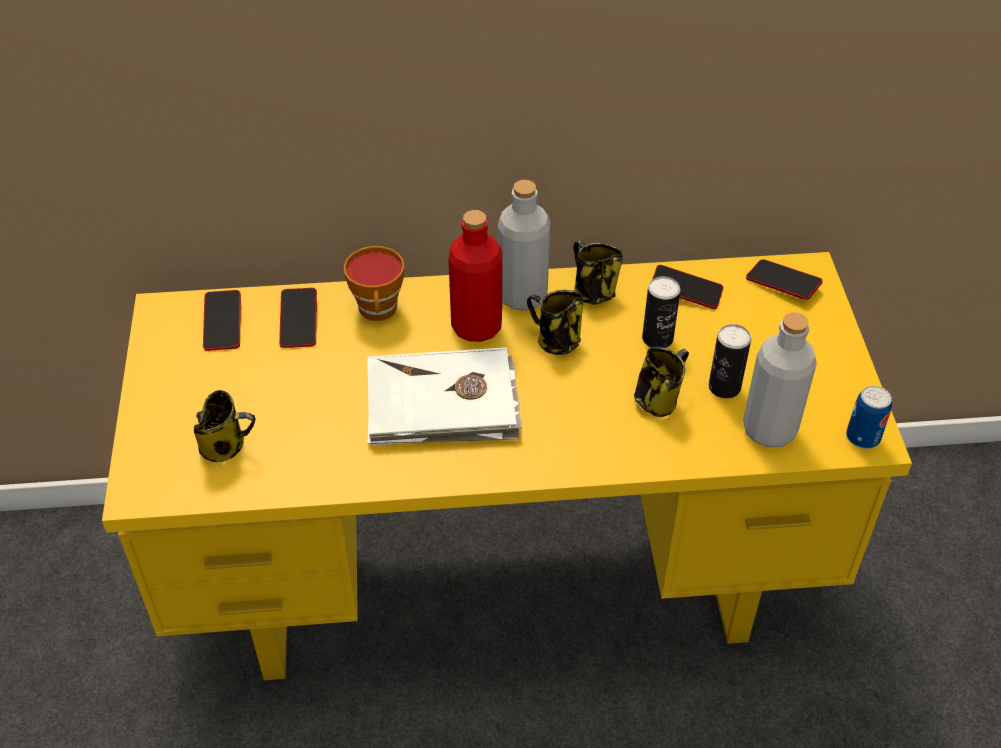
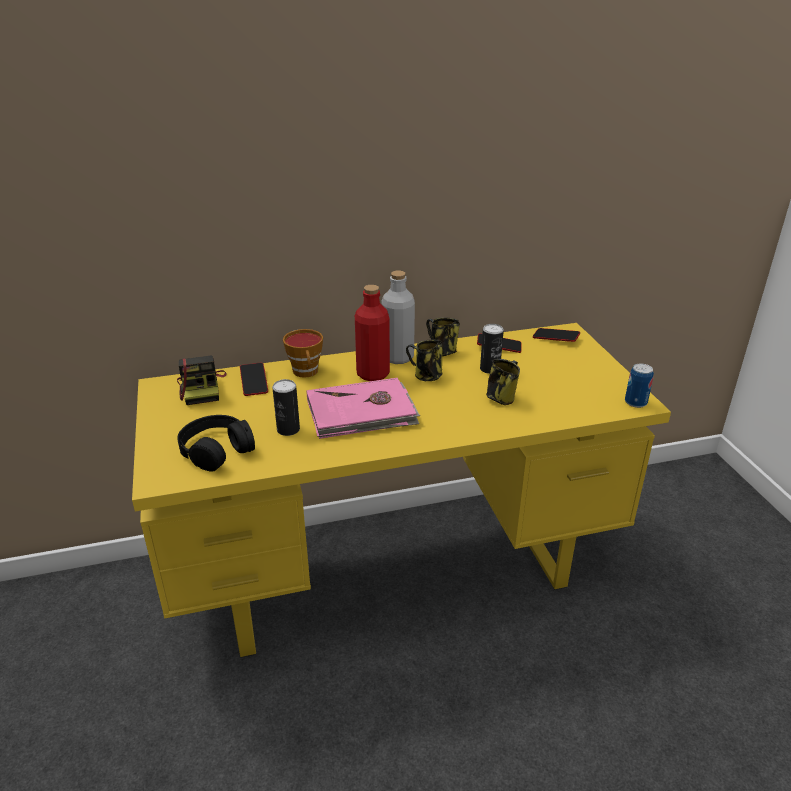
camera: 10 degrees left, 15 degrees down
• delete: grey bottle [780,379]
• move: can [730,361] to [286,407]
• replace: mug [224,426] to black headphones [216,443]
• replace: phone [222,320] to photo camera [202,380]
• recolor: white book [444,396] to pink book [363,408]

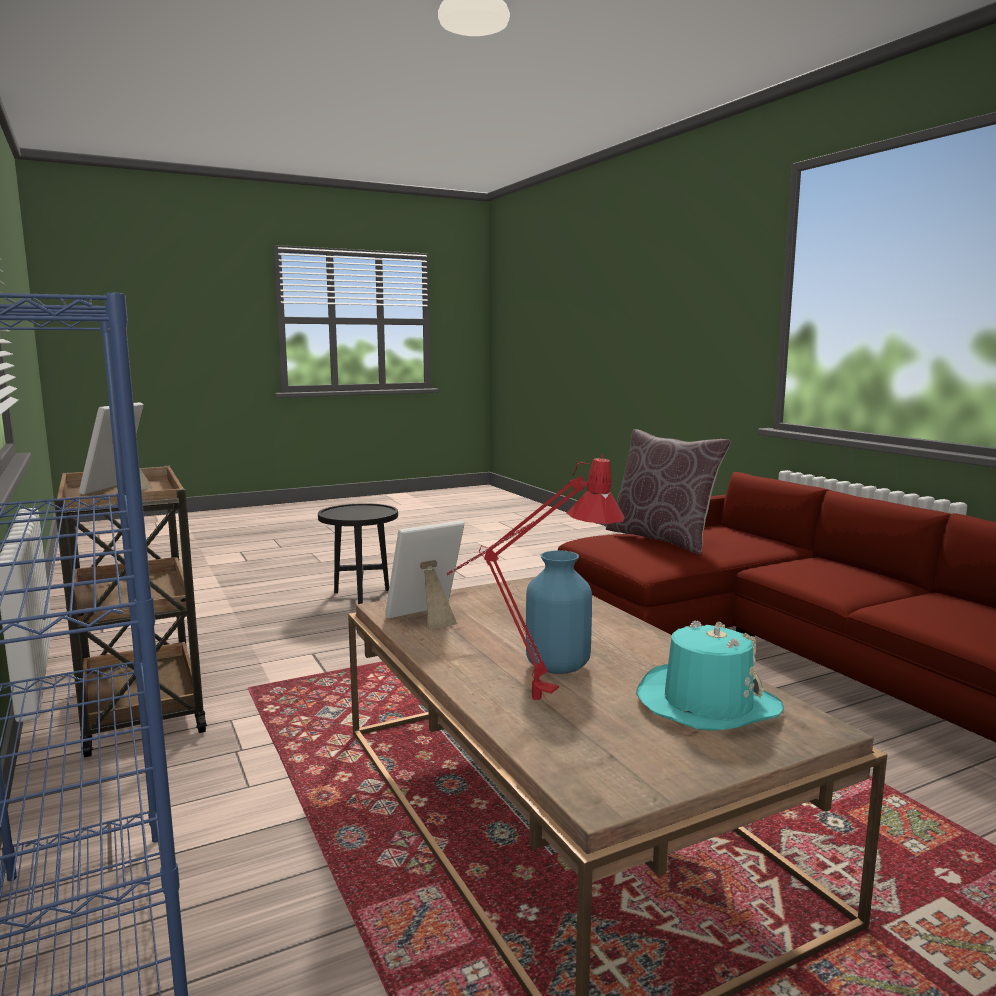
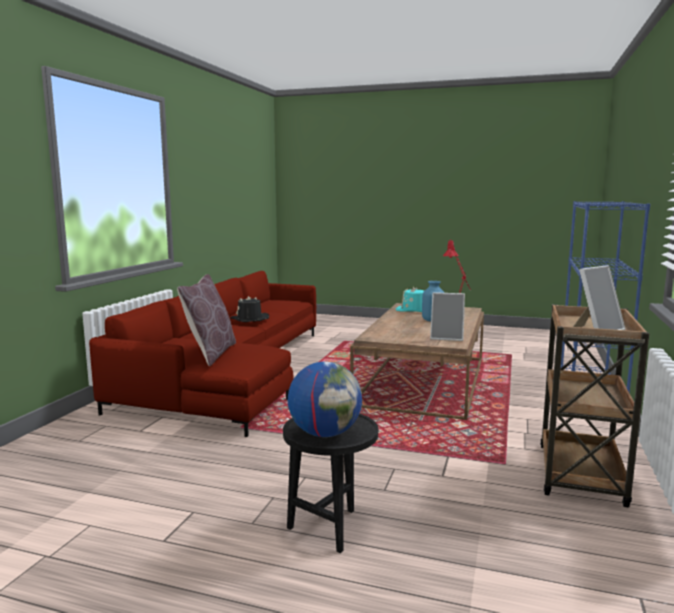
camera: 135 degrees left, 0 degrees up
• insert: black hat [249,309]
• insert: globe [325,399]

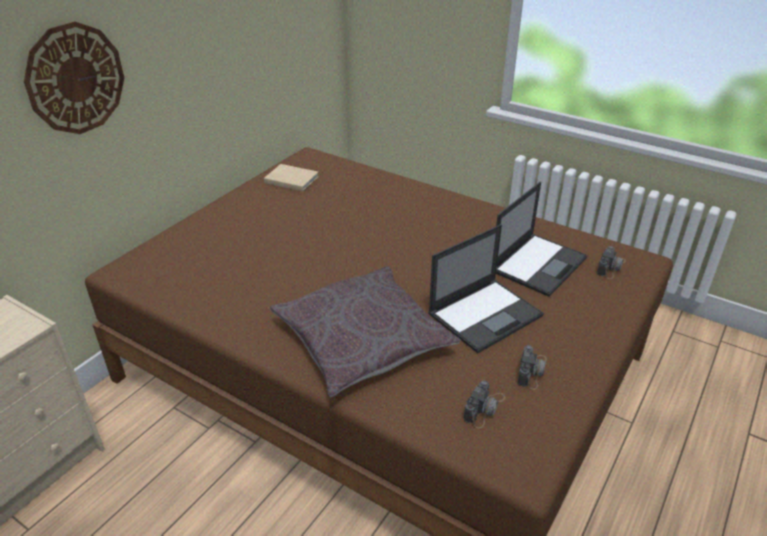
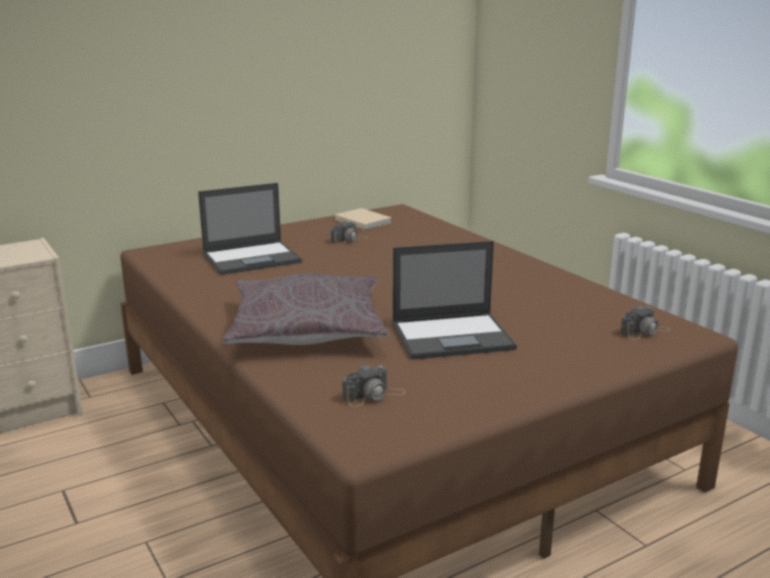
camera: 25 degrees right, 15 degrees down
• delete: wall clock [74,77]
• move: laptop [541,239] to [250,229]
• move: photo camera [532,367] to [349,233]

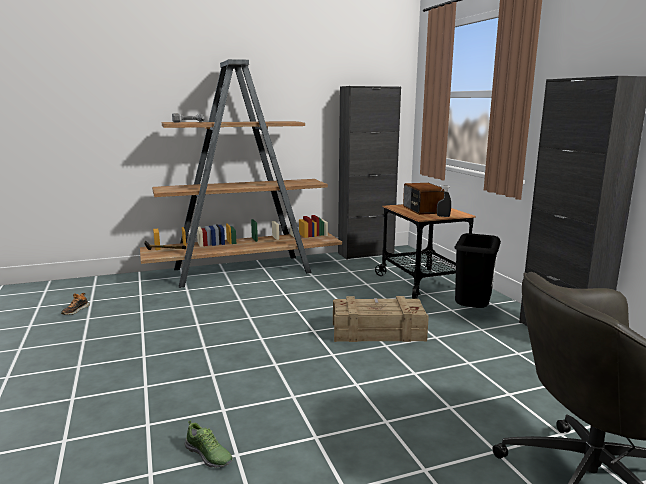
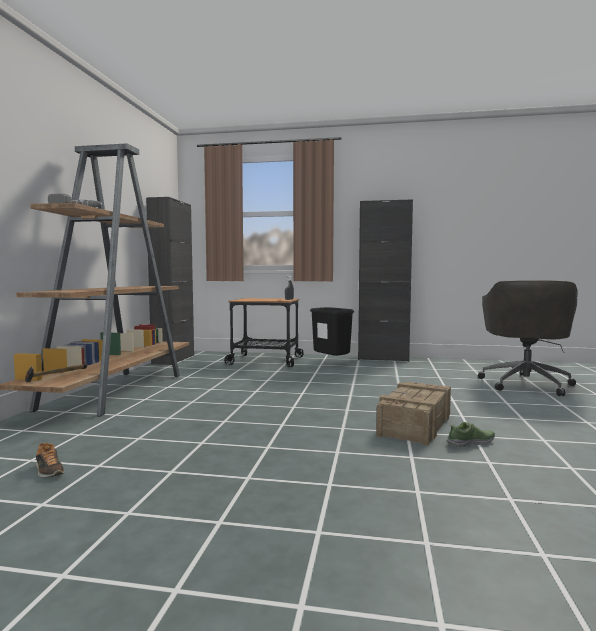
camera: 60 degrees left, 10 degrees down
• delete: radio [424,199]
• move: crate [381,319] to [413,414]

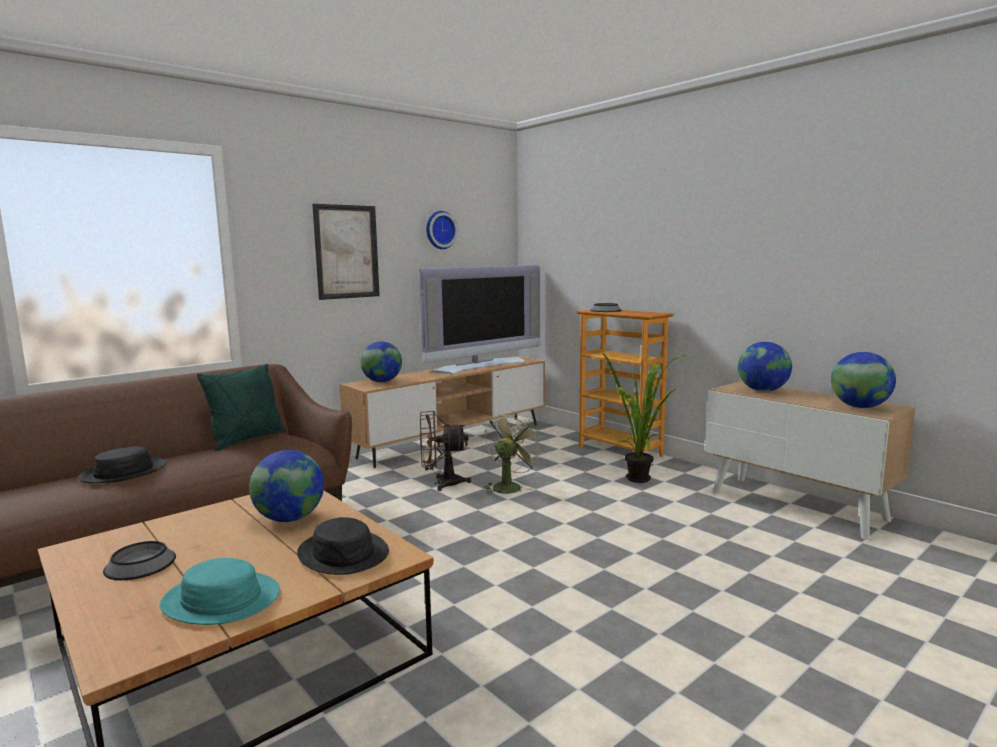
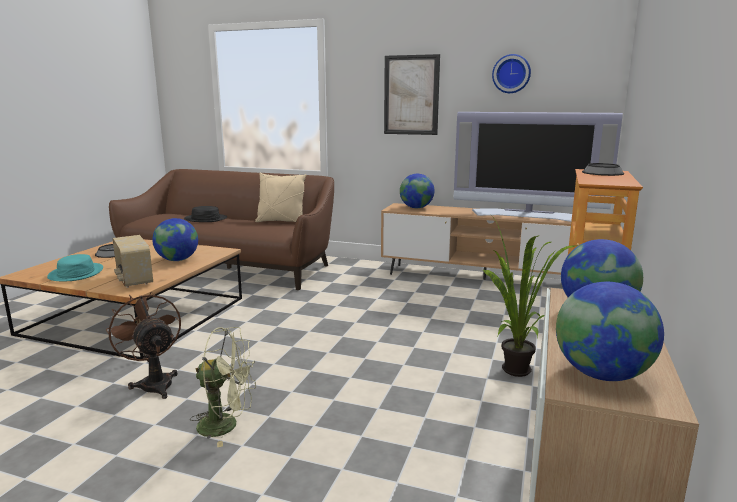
camera: 60 degrees right, 5 degrees up
• move: brown fan [445,451] to [143,345]
• move: green fan [513,453] to [223,387]
• replace: black hat [343,546] to radio [132,261]
• recolor: green pillow [241,407] to beige pillow [280,197]

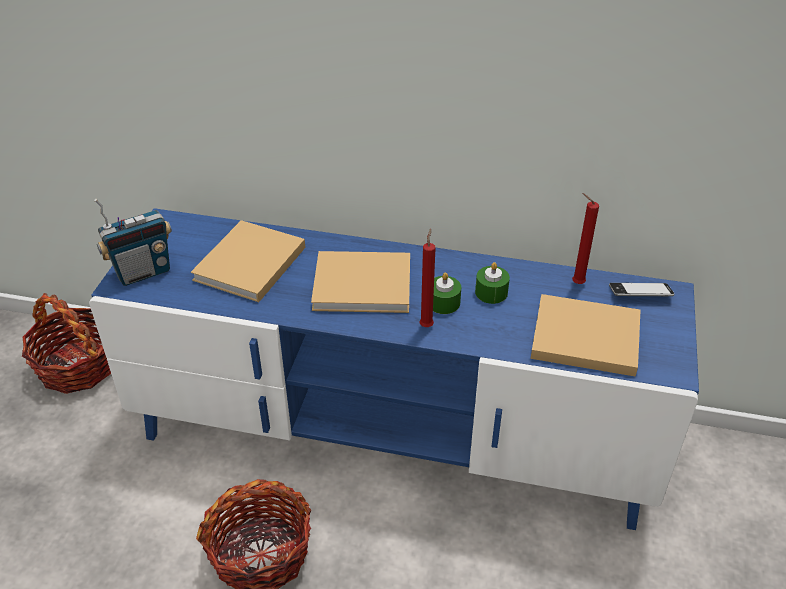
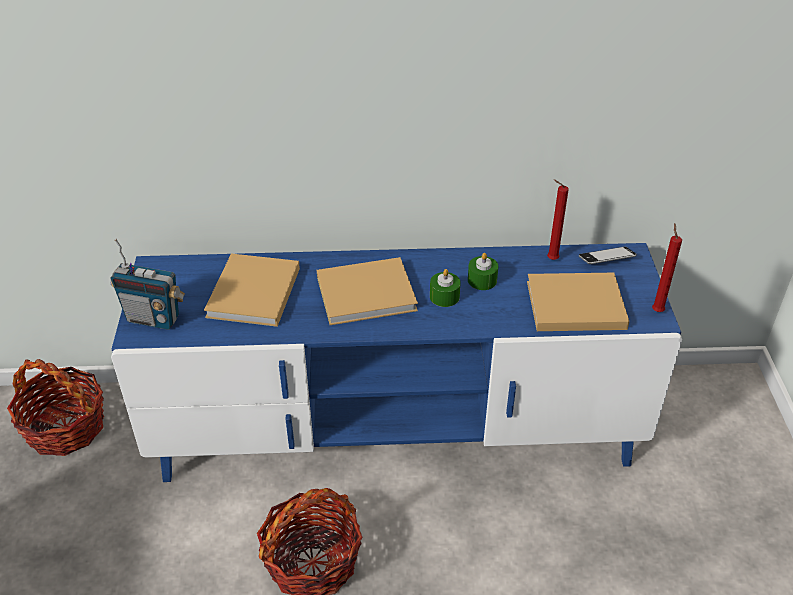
camera: 15 degrees left, 0 degrees up
• move: red candle [427,278] to [667,267]
• rotate: radio [133,242] = [147,284] 60 degrees clockwise

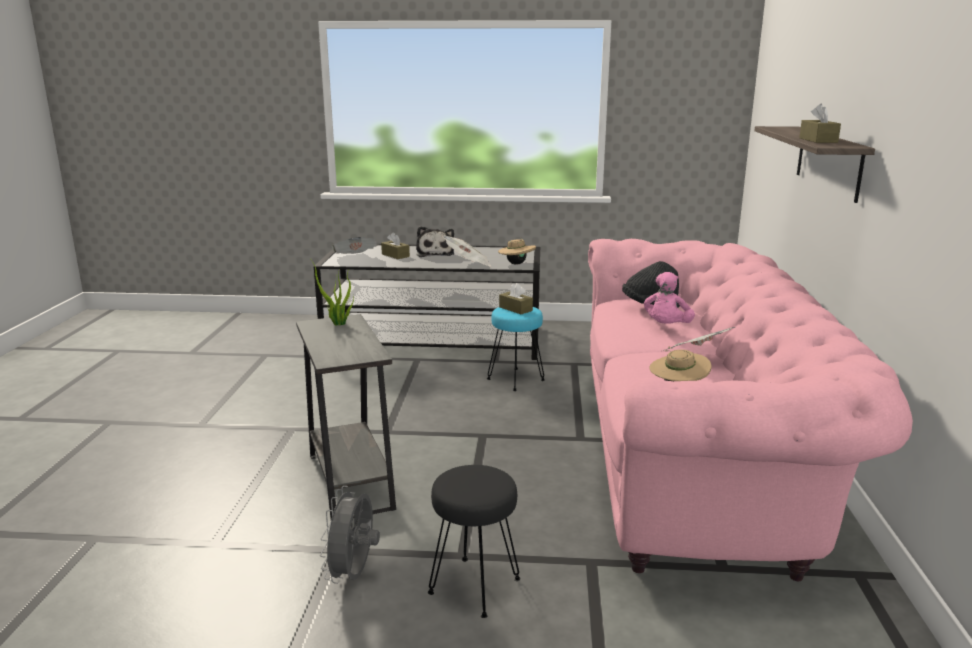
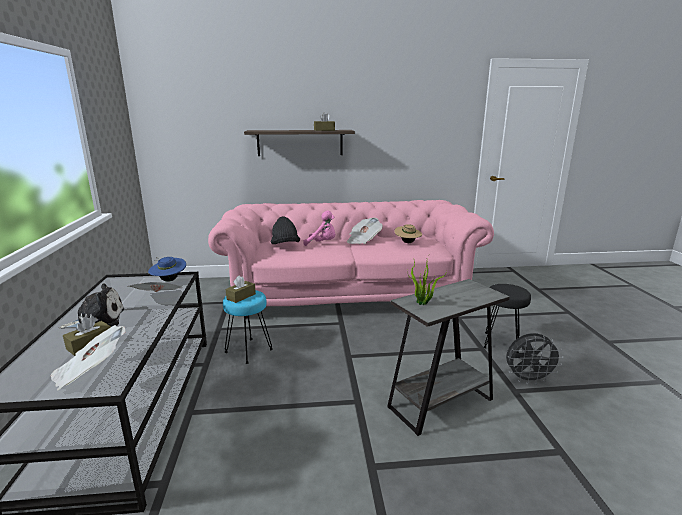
camera: 100 degrees left, 0 degrees up
• recolor: beige hat [517,251] to blue hat [167,269]

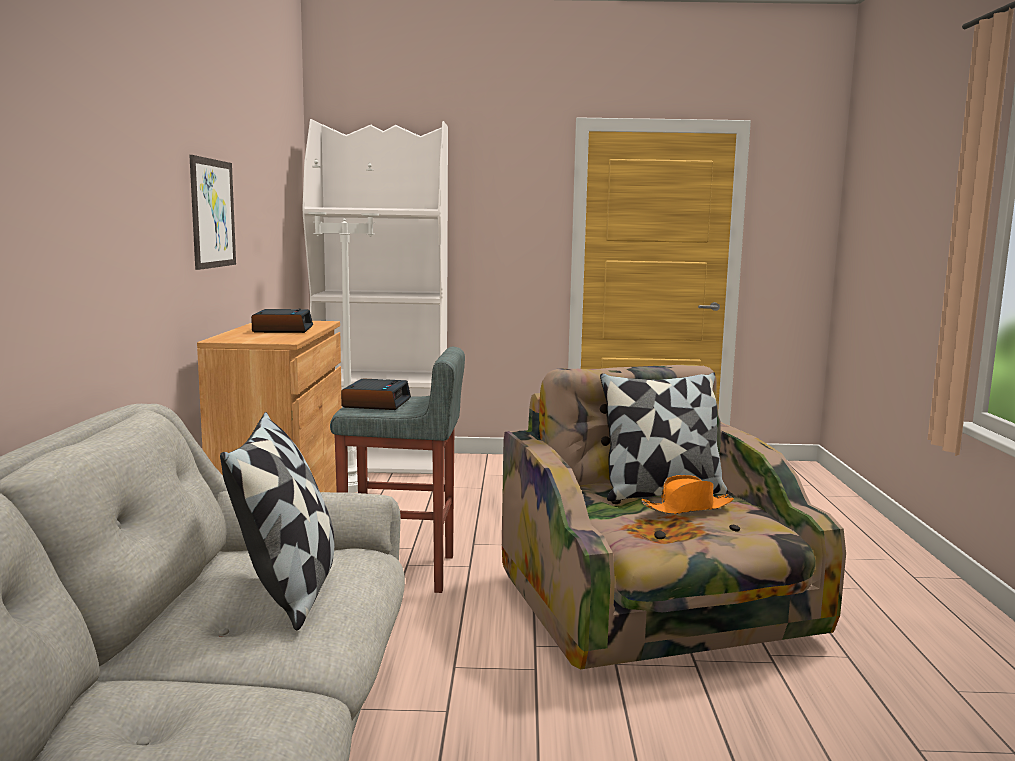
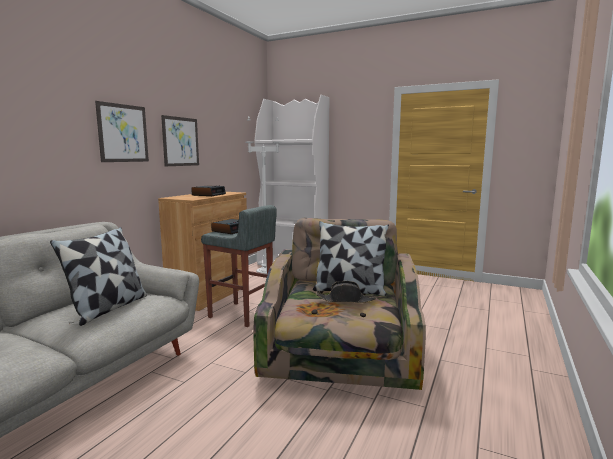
camera: 25 degrees right, 0 degrees up
• insert: picture [122,131]
• recolor: orange hat [687,494] to black hat [346,292]

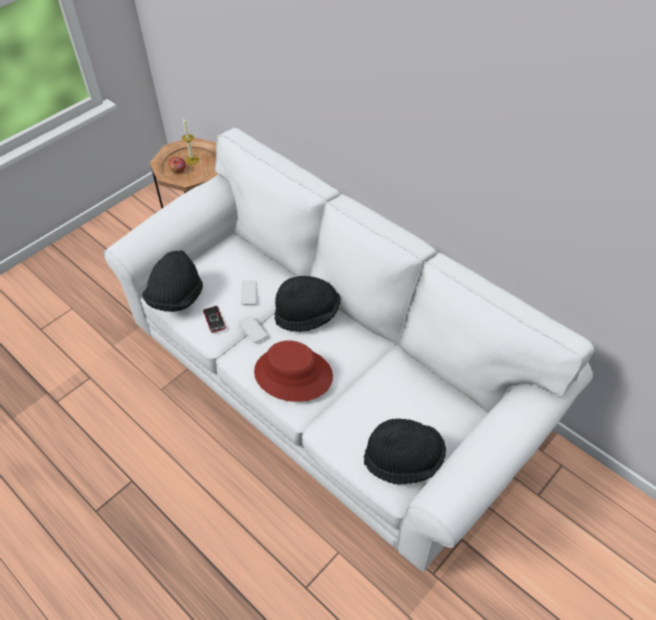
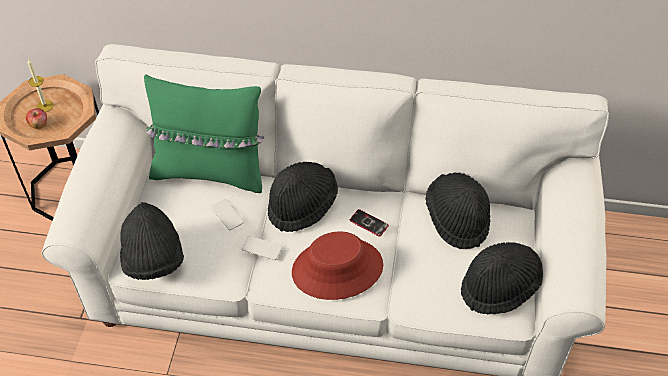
camera: 35 degrees left, 0 degrees up
• insert: green pillow [204,133]
• insert: black hat [457,210]
• move: phone [214,319] to [369,223]

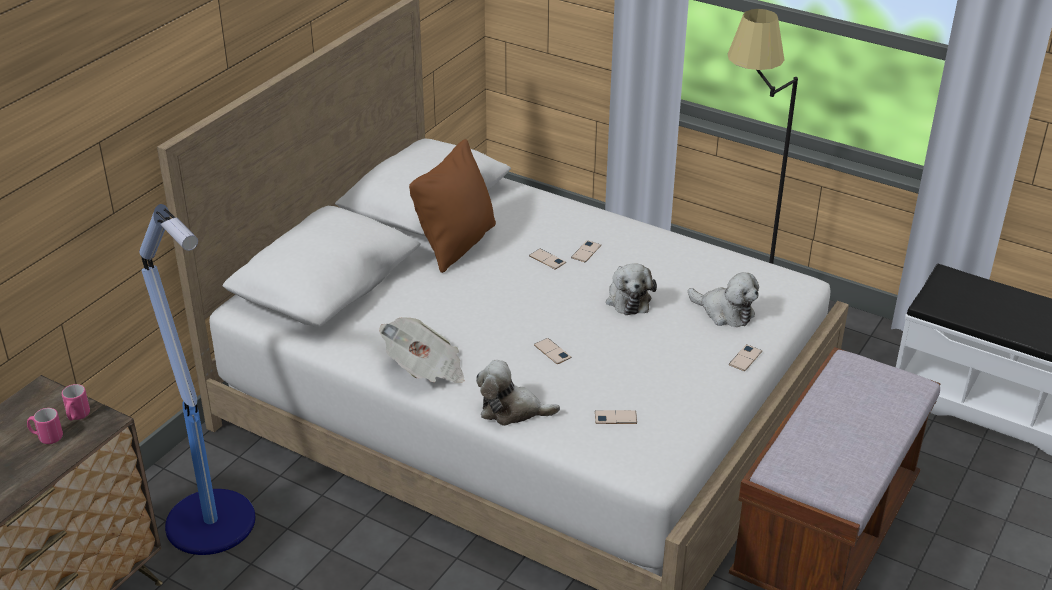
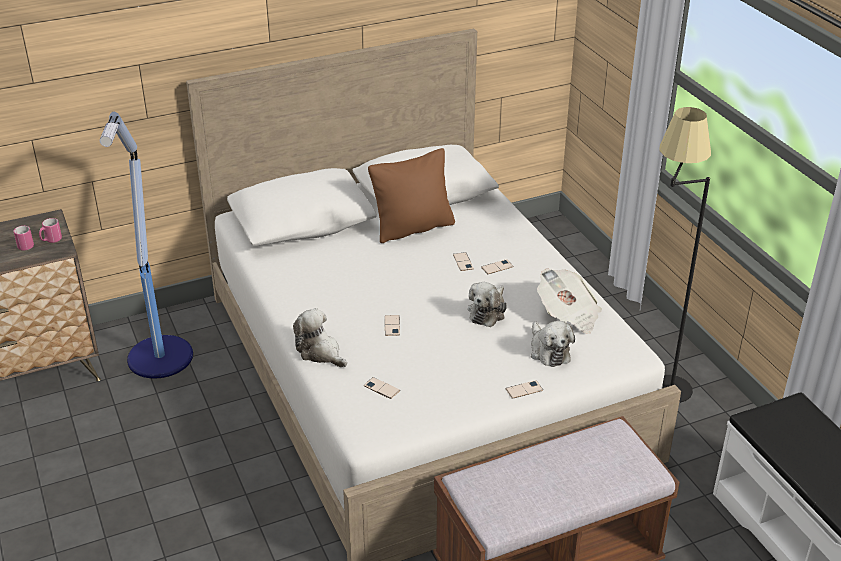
camera: 35 degrees right, 0 degrees up
• move: newspaper [422,350] to [569,301]

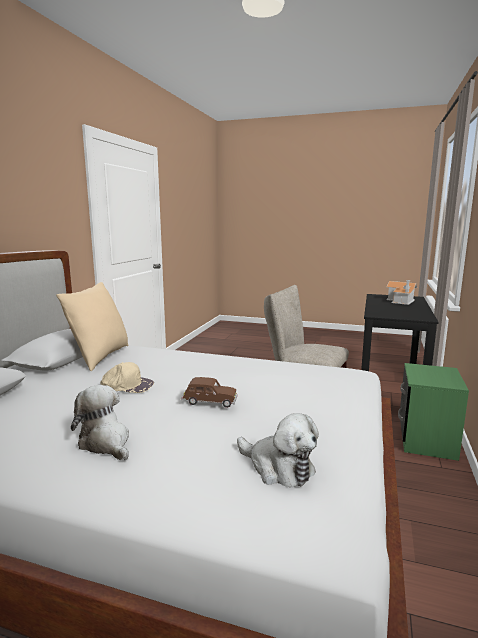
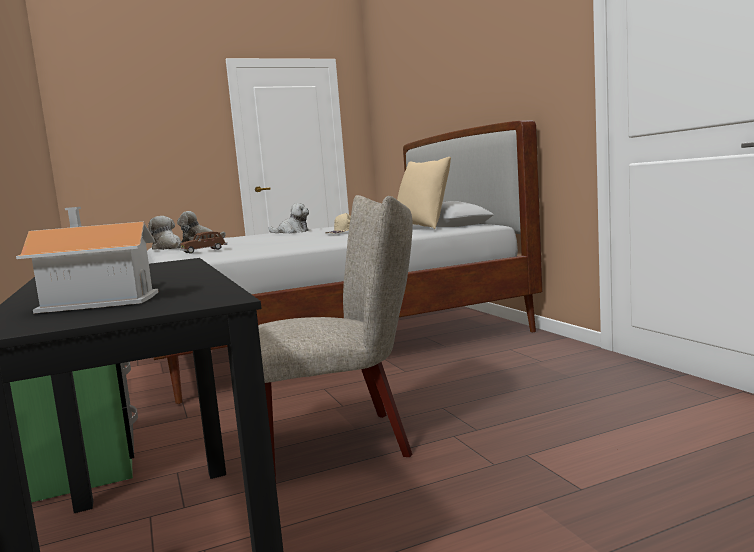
camera: 140 degrees right, 5 degrees down
• insert: plush toy [165,233]
• move: brown toy car [209,392] to [203,243]

